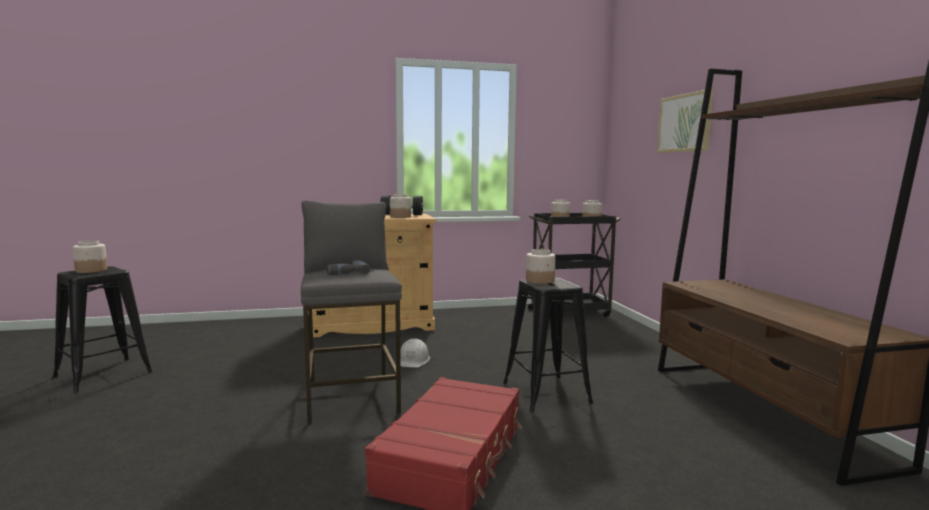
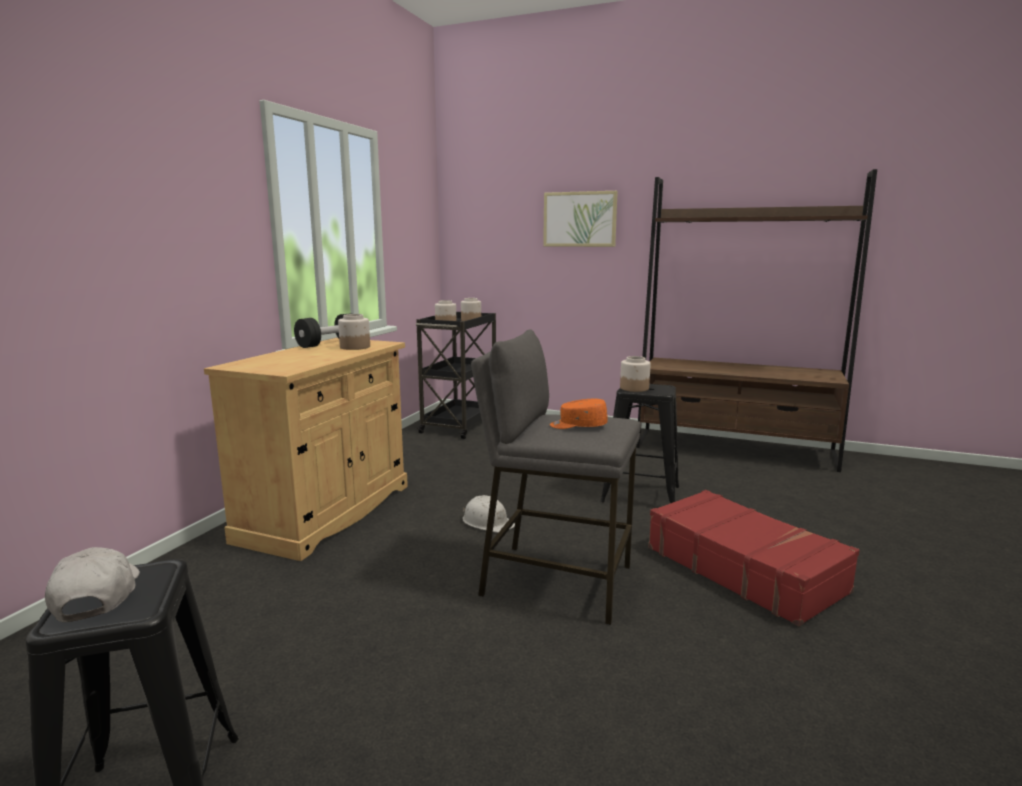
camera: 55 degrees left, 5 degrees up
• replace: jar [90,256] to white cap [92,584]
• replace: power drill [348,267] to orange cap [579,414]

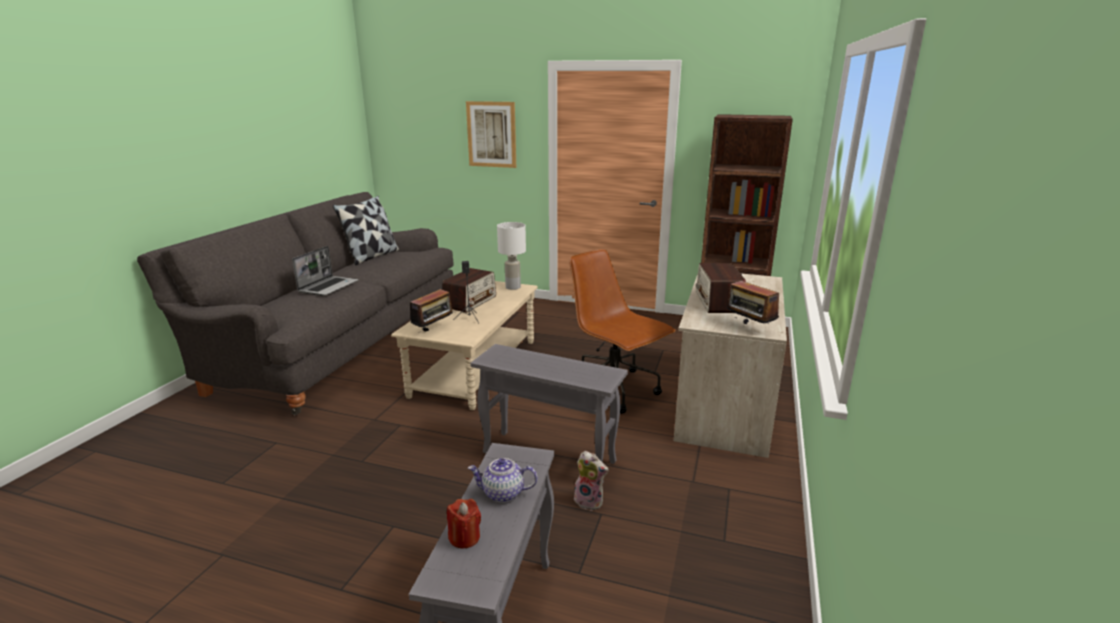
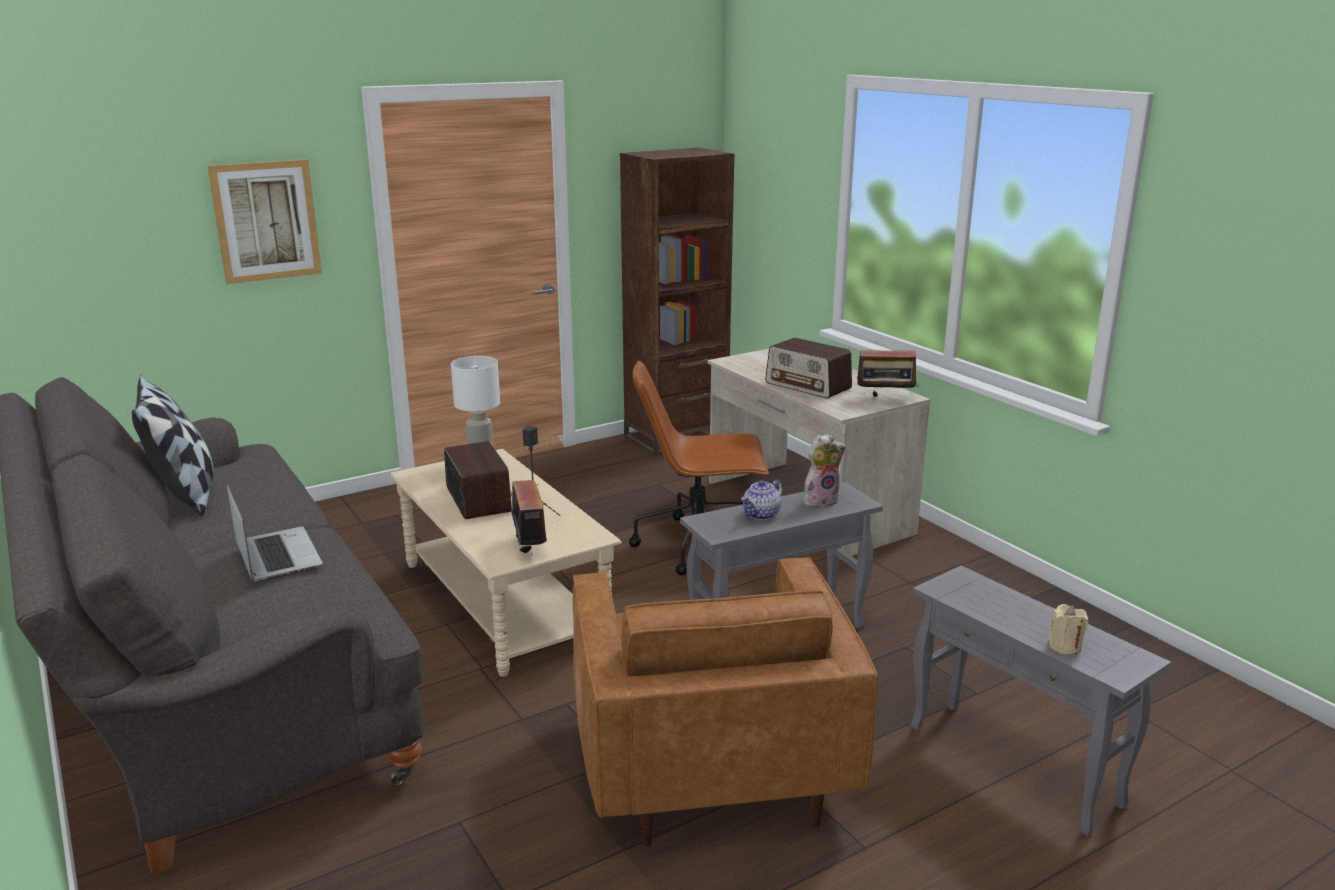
camera: 50 degrees left, 0 degrees up
• insert: brown armchair [725,702]
• move: teapot [502,480] to [762,500]
• move: plush toy [591,481] to [825,471]
• recolor: red candle [464,524] to beige candle [1068,629]

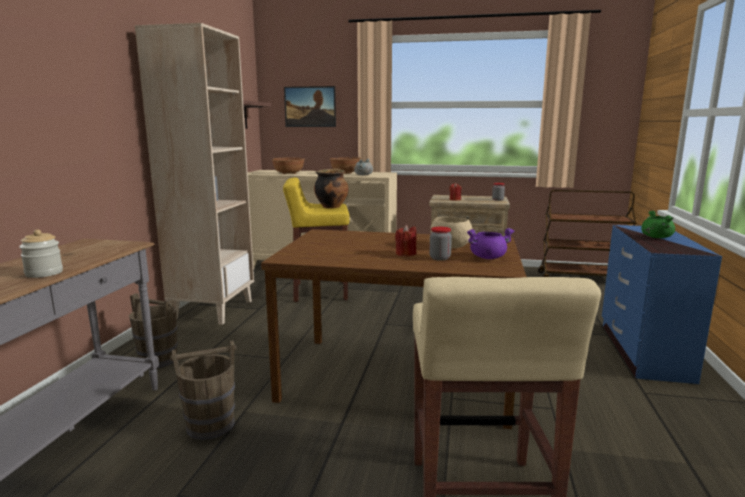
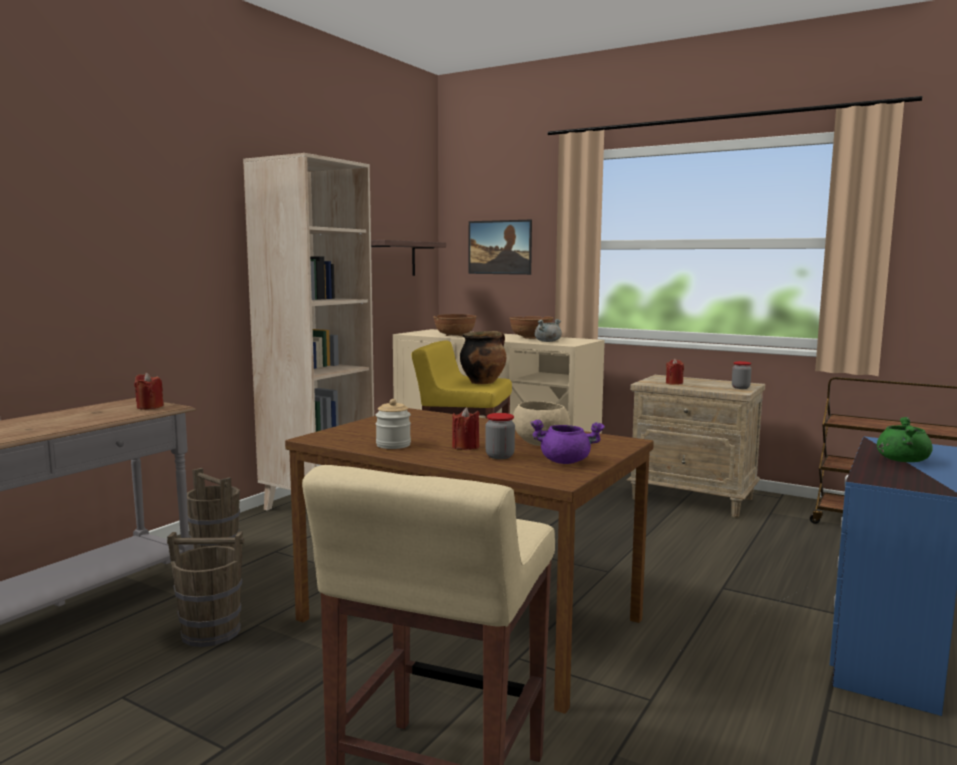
camera: 20 degrees right, 5 degrees down
• insert: red candle [149,391]
• move: jar [41,254] to [393,424]

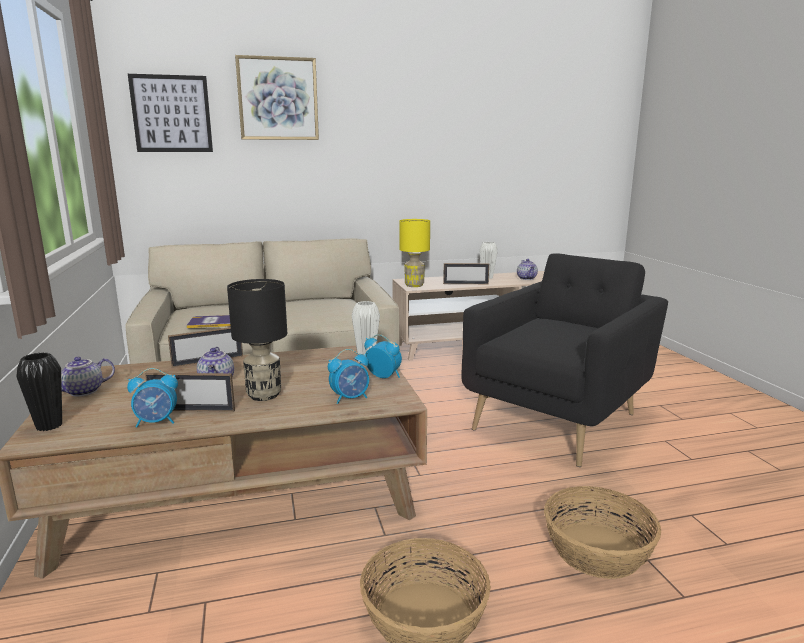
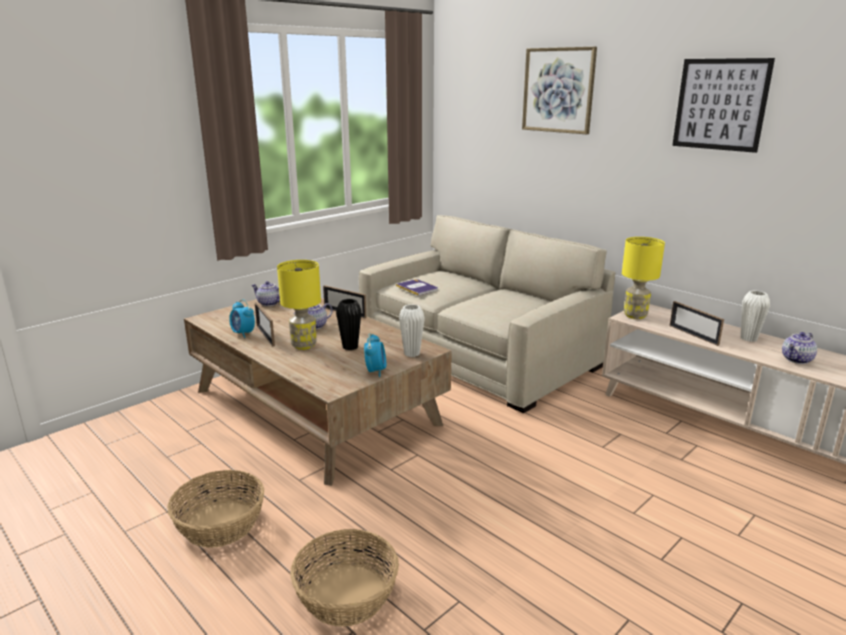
camera: 60 degrees right, 5 degrees up
• delete: alarm clock [348,376]
• delete: black armchair [564,360]
• move: black vase [39,391] to [348,324]
• move: picture [170,113] to [723,105]
• recolor: black table lamp [257,340] to yellow table lamp [299,305]

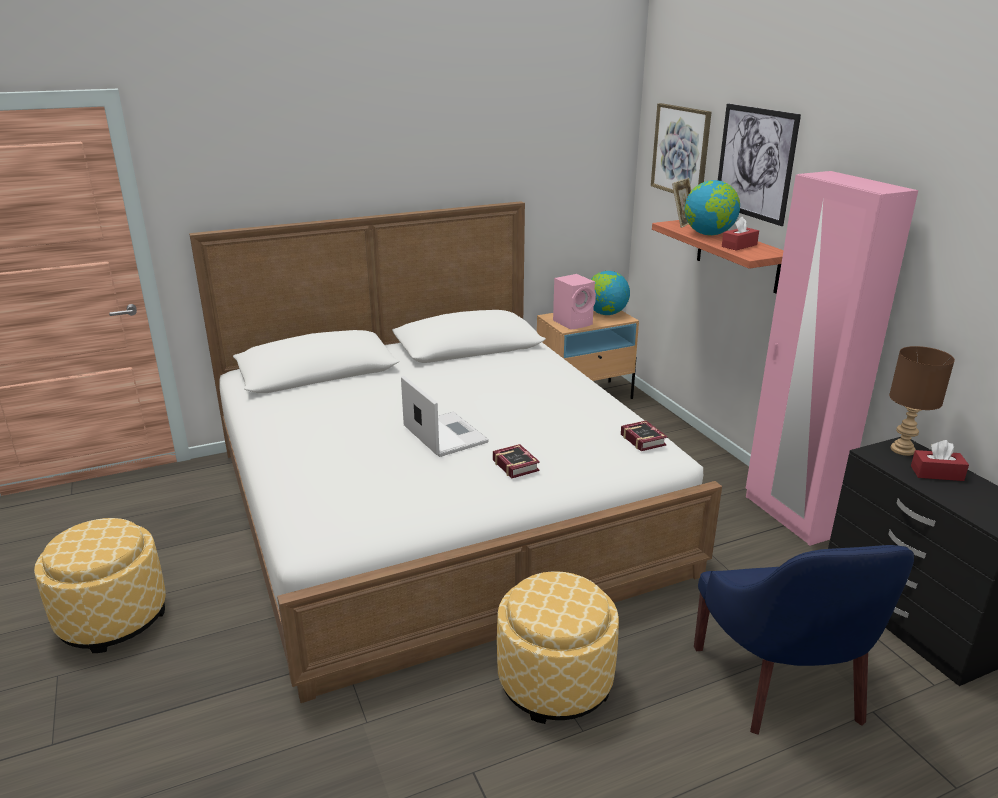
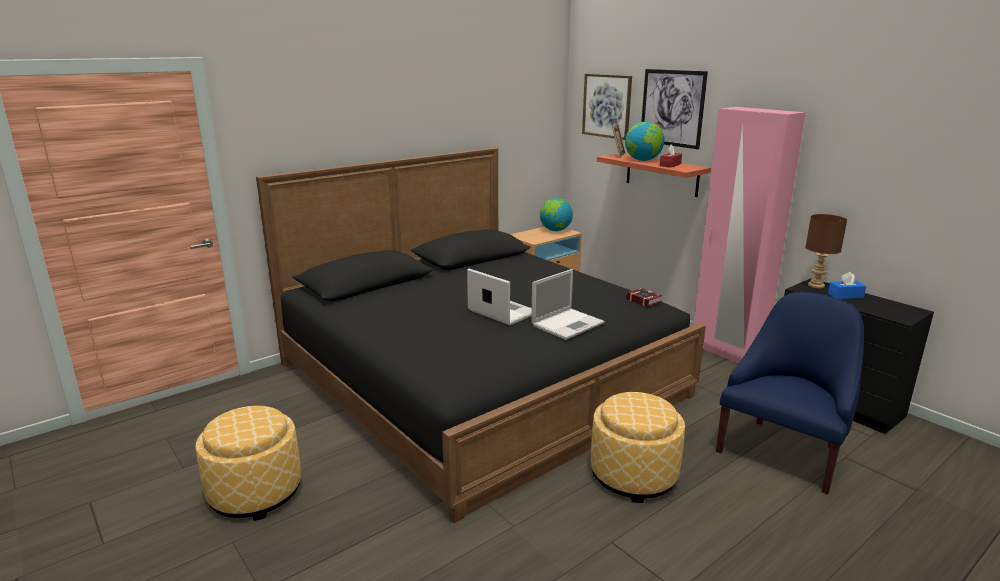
camera: 15 degrees left, 5 degrees down
• delete: pink speaker [574,302]
• replace: book [516,461] to laptop [568,304]
• recolor: white bed [455,452] to black bed [481,335]
• recolor: red tissue box [940,460] to blue tissue box [847,285]
• rotate: blue armchair [804,640] = [790,393] 120 degrees counterclockwise

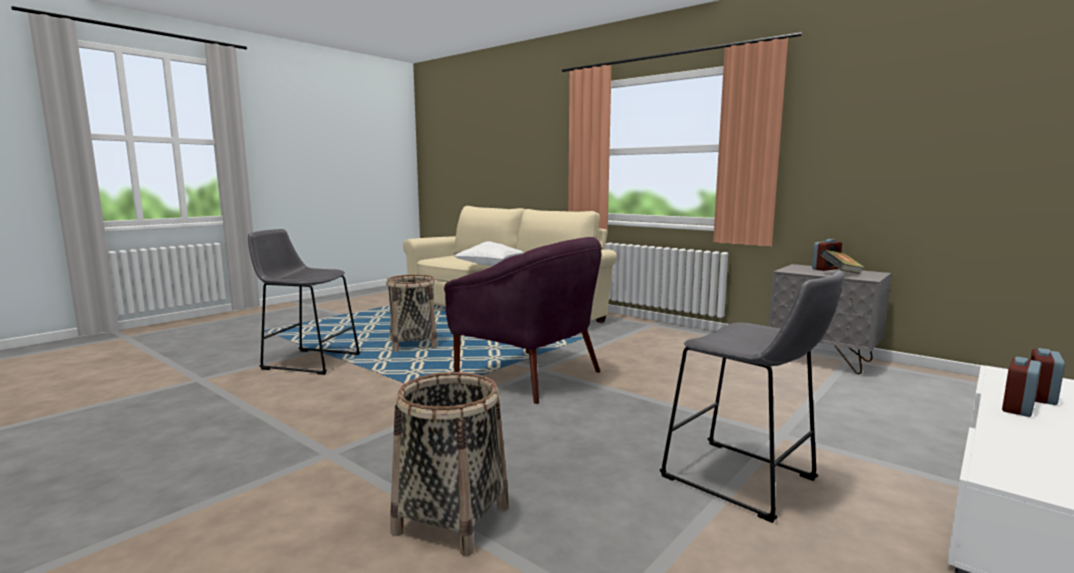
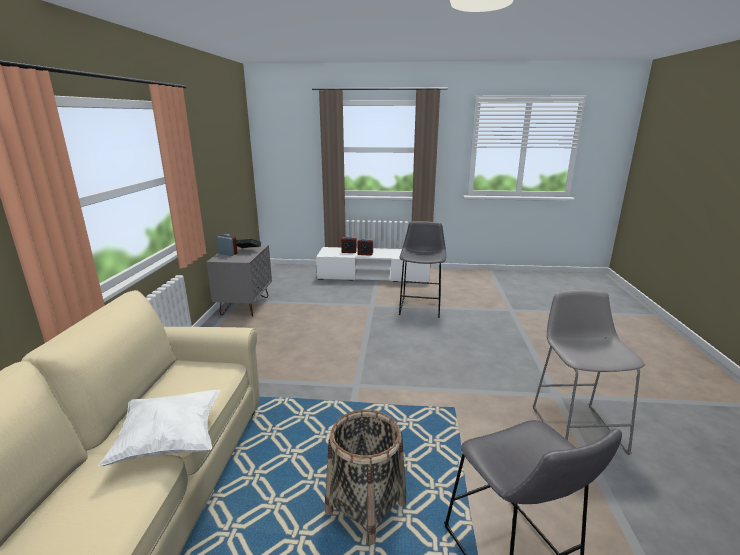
camera: 125 degrees left, 10 degrees up
• delete: basket [449,464]
• delete: purple armchair [523,320]
• insert: grey stool [589,372]

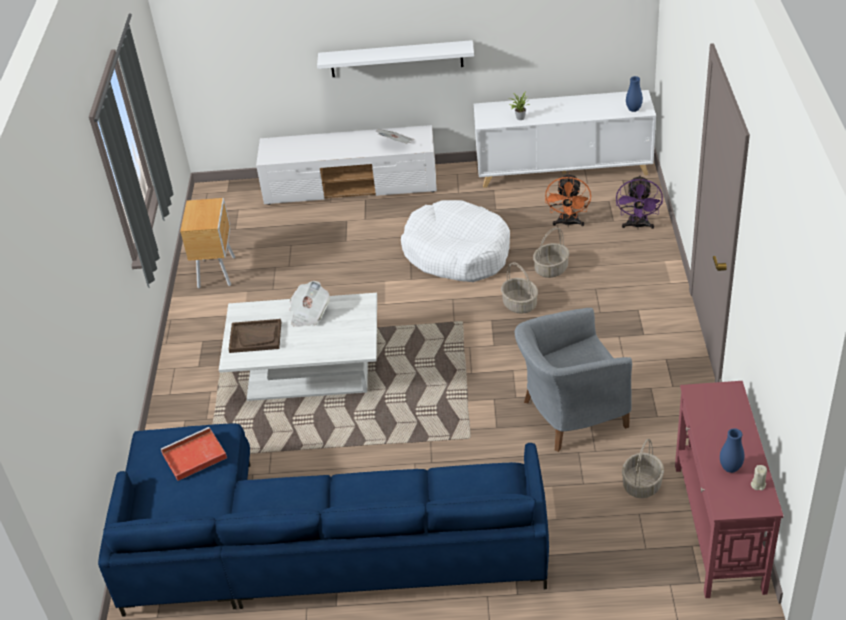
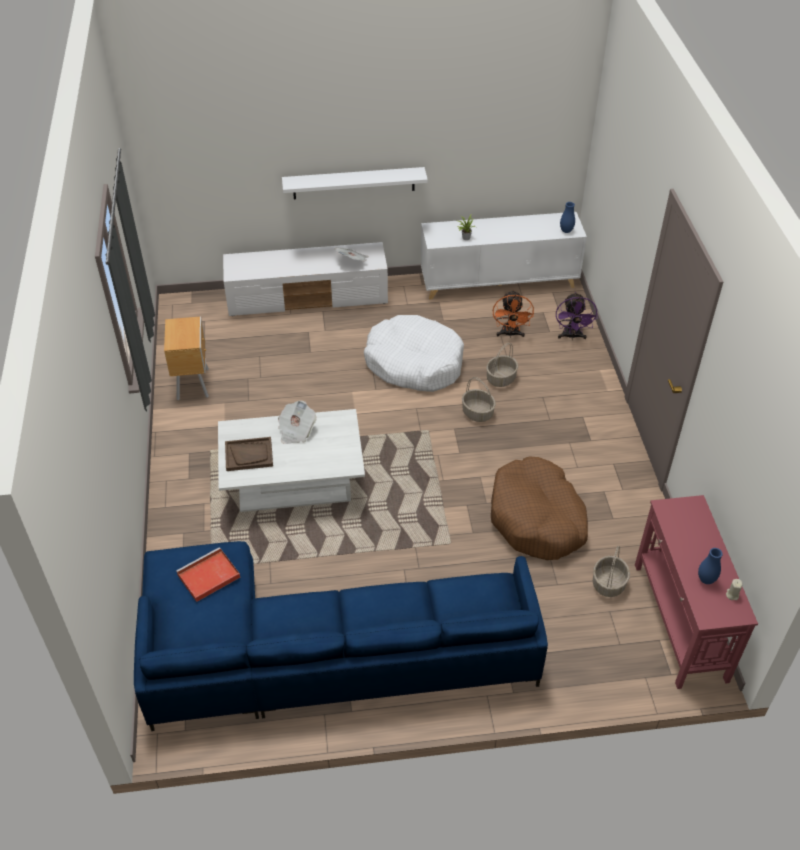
camera: 10 degrees left, 5 degrees up
• replace: grey armchair [573,380] to brown dog bed [539,508]

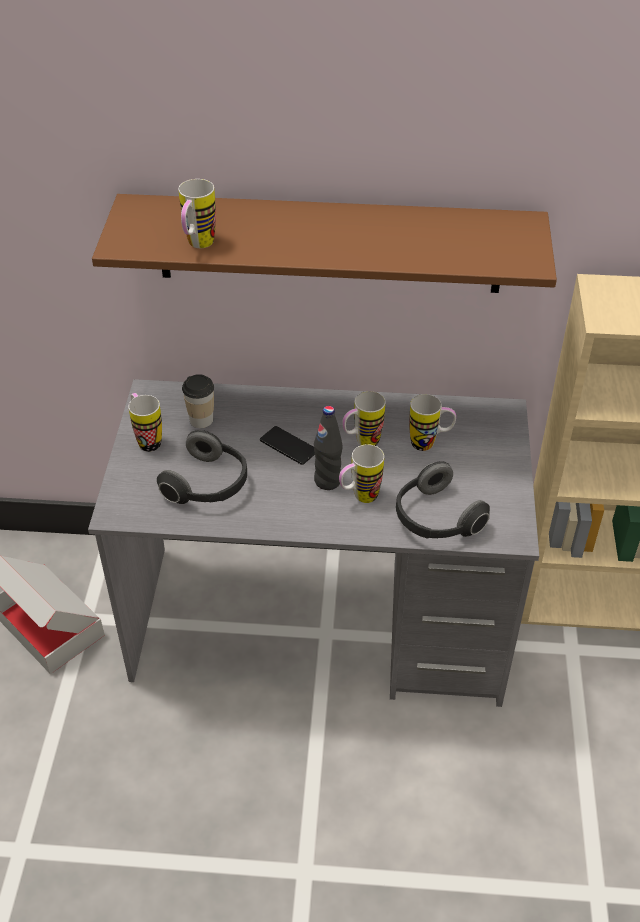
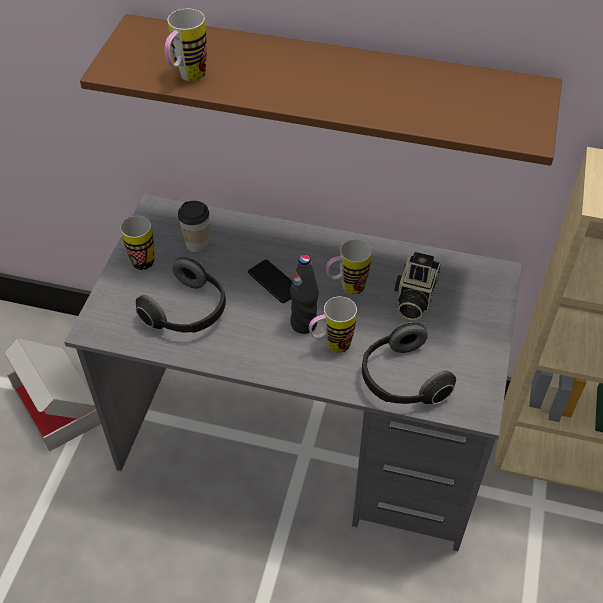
camera: 10 degrees right, 5 degrees up
• replace: mug [432,422] to photo camera [417,286]

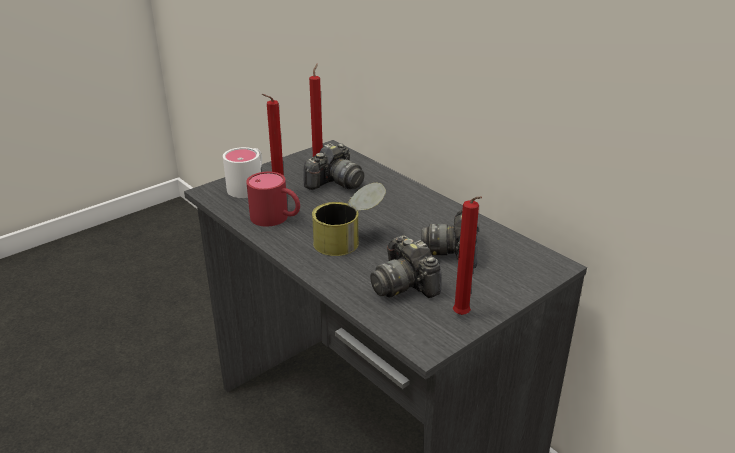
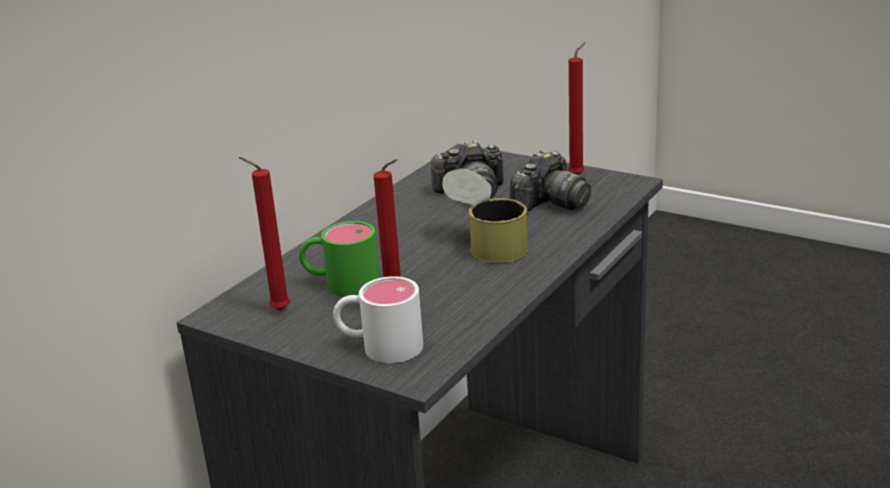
camera: 105 degrees left, 5 degrees down
• delete: red mug [273,199]
• replace: photo camera [334,166] to green mug [339,259]

